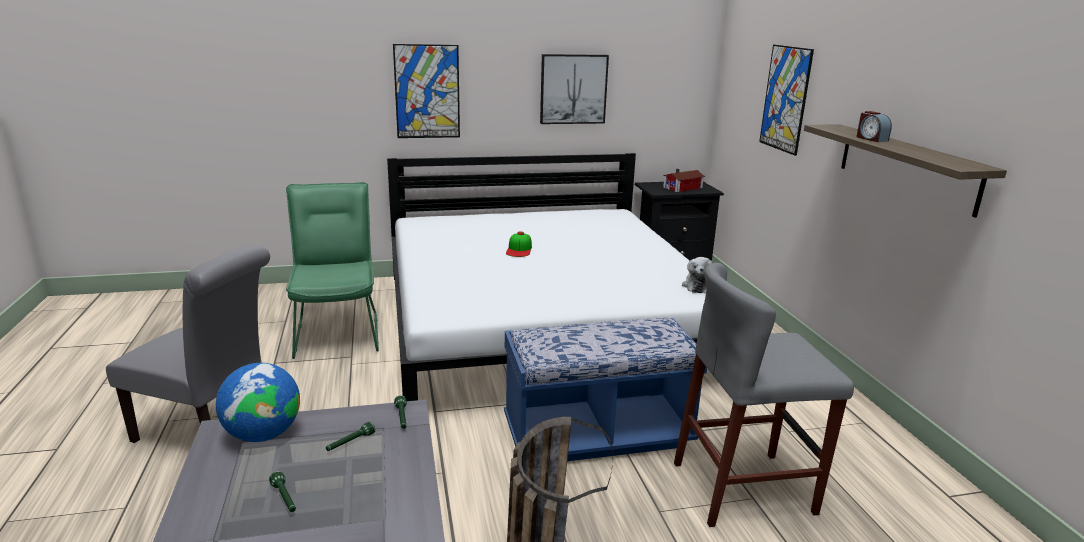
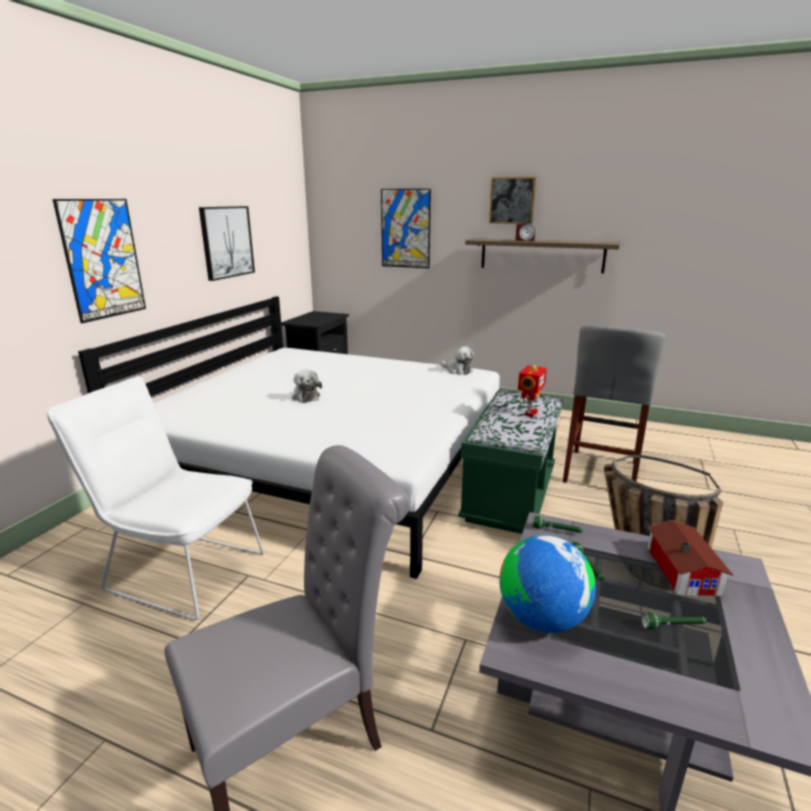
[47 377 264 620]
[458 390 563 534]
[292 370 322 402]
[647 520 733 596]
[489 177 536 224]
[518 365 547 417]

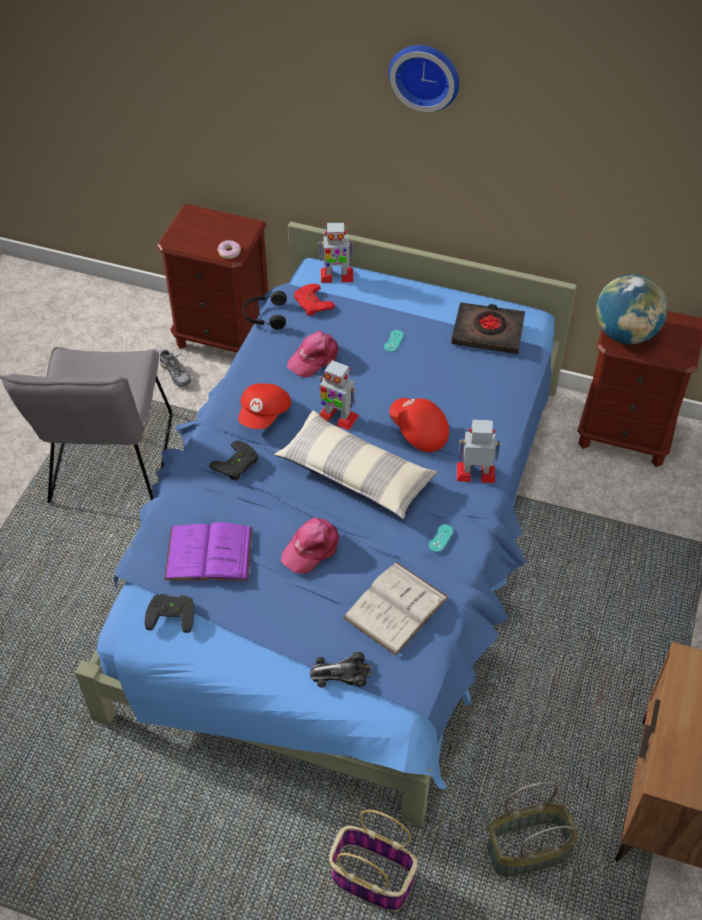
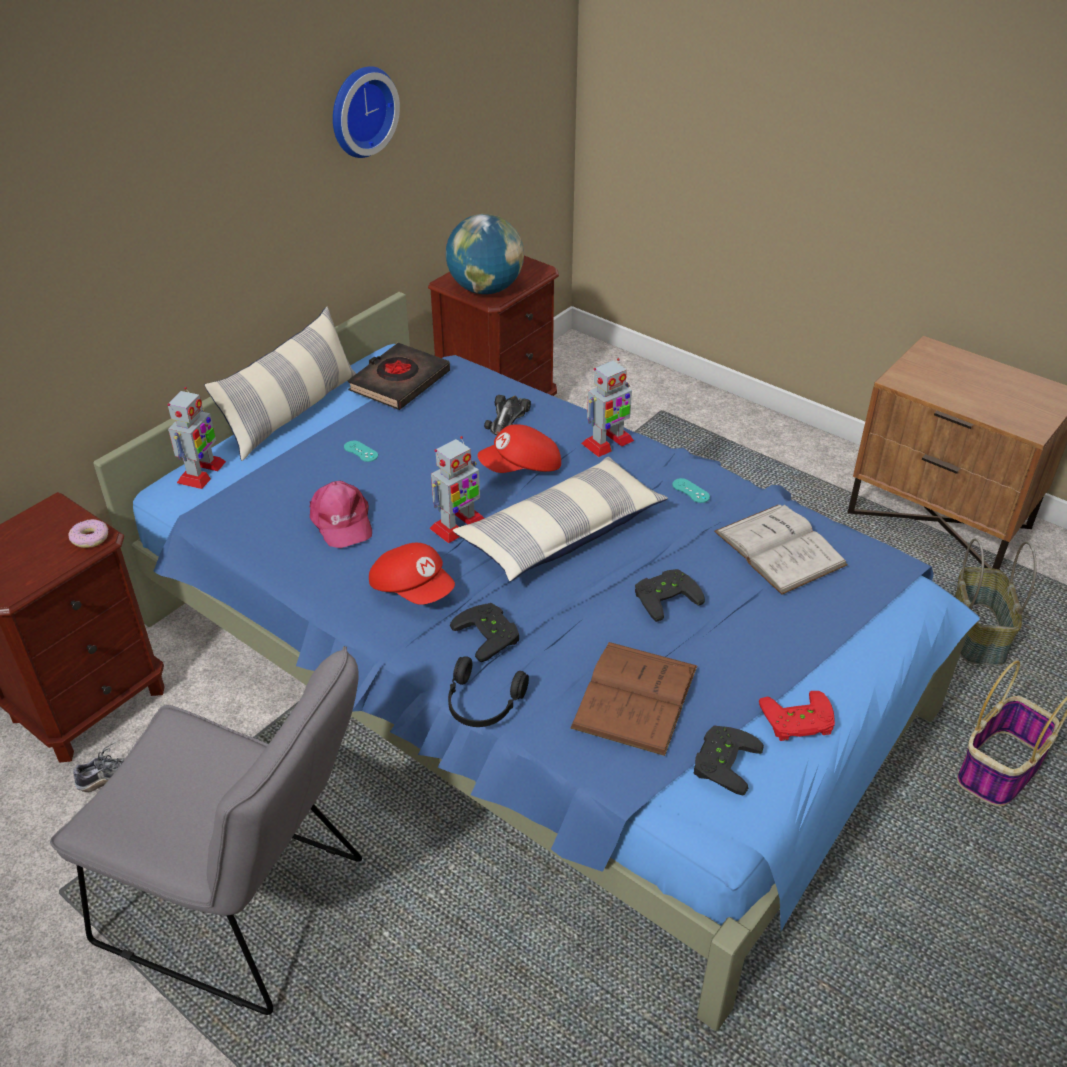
[570 642 697 756]
[448 656 529 727]
[635 569 705 622]
[759 691 835 741]
[484 395 531 435]
[333 66 400 158]
[581 358 634 457]
[204 307 356 461]

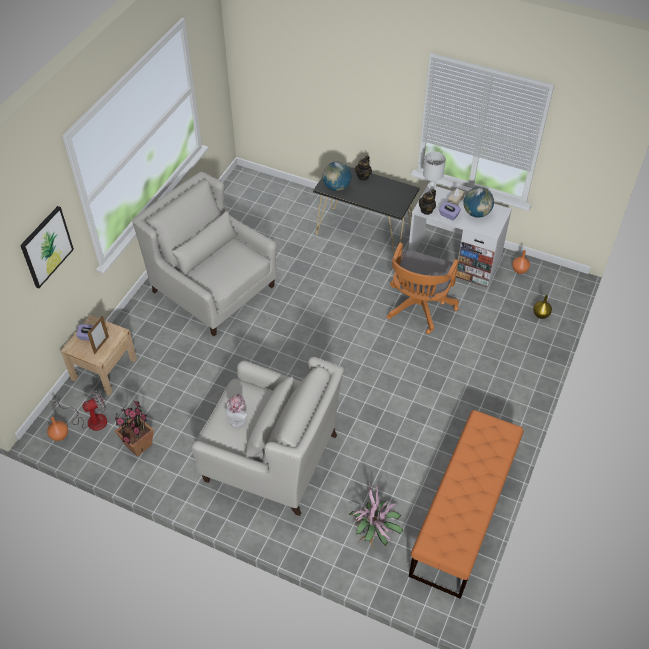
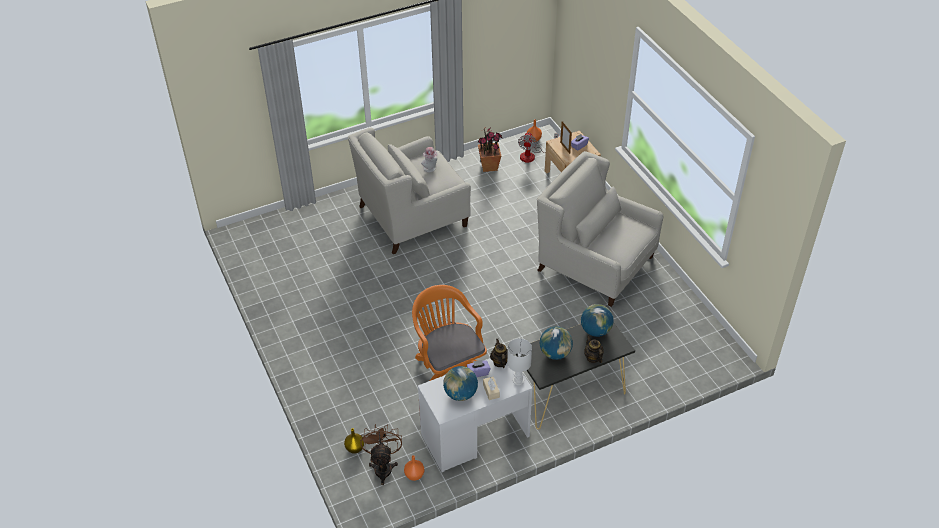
[20 206 74 288] (first image)
[537 151 663 307]
[349 483 403 550] (first image)
[409 410 524 599] (first image)
[360 424 402 485]
[540 326 573 360]

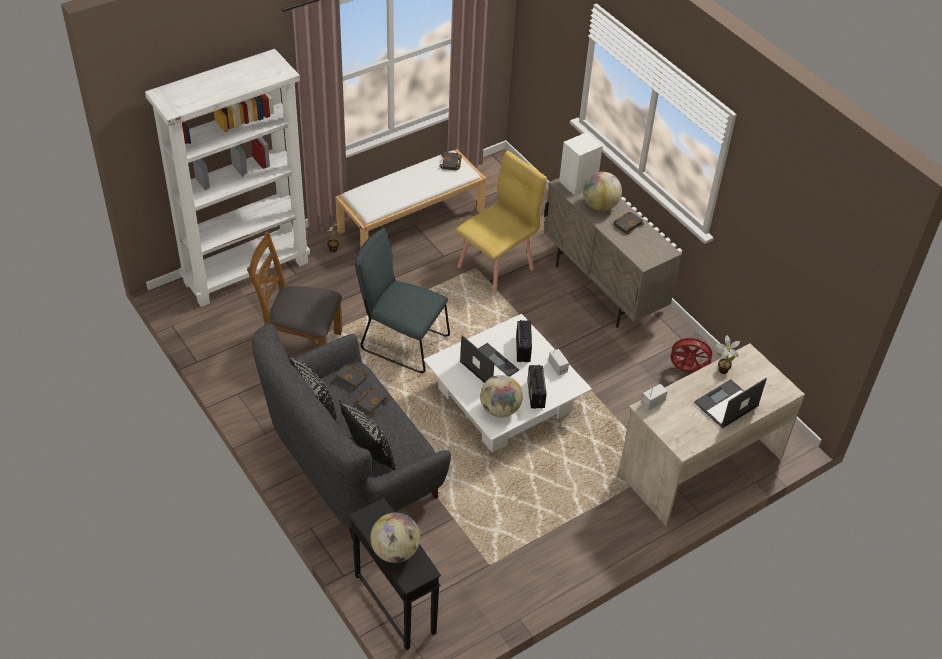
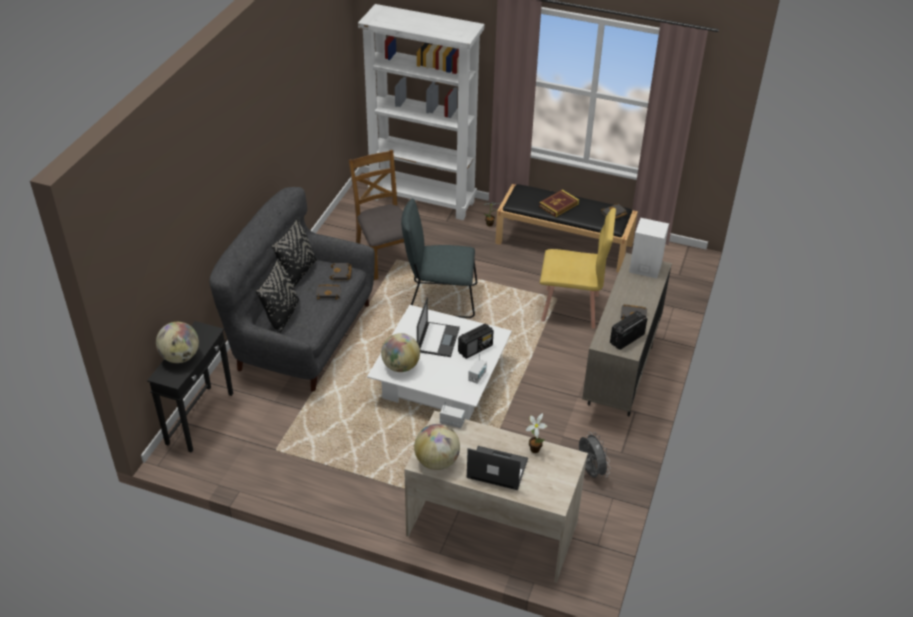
[495 184 638 272]
[401 198 477 318]
[610 311 647 350]
[414 424 460 470]
[579 432 610 478]
[539 189 579 217]

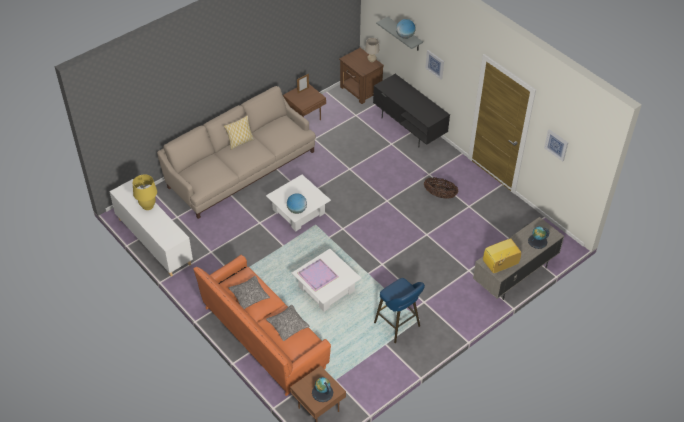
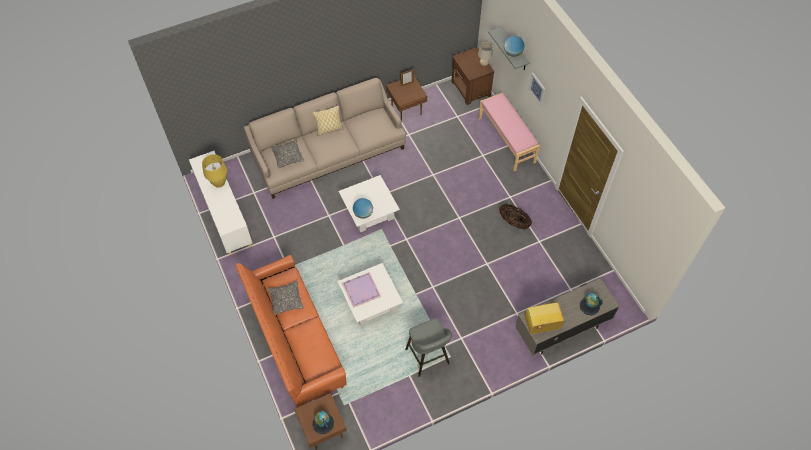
[271 140 305 168]
[478 93 540 171]
[405 318 452 377]
[544 129 568 161] (first image)

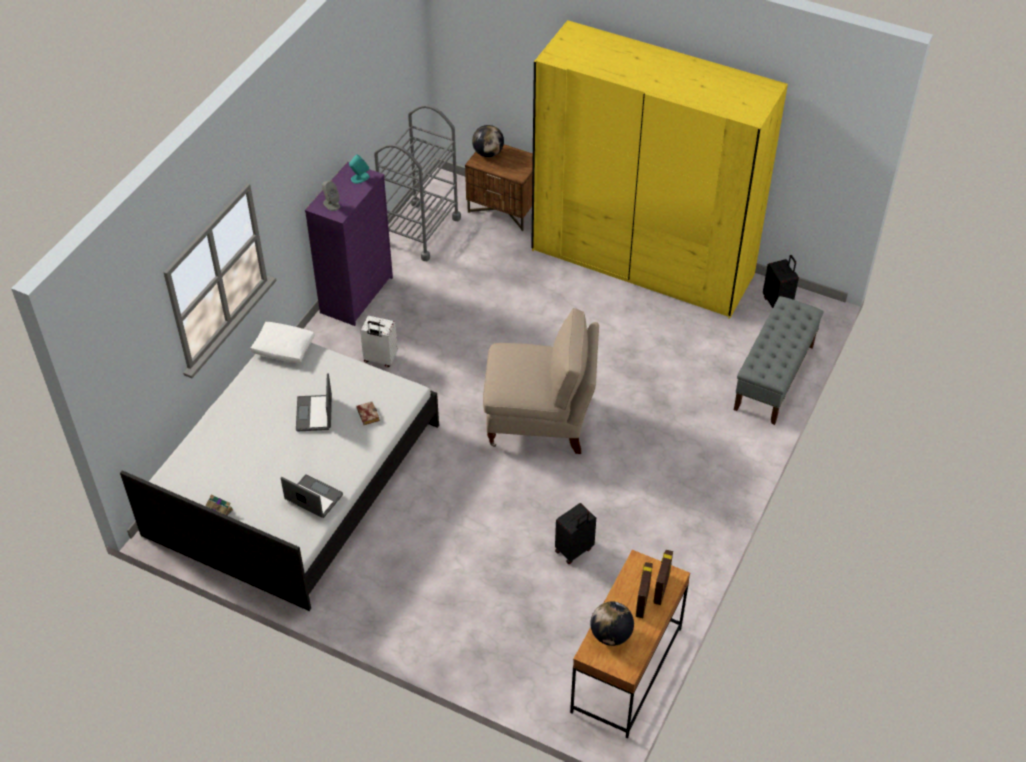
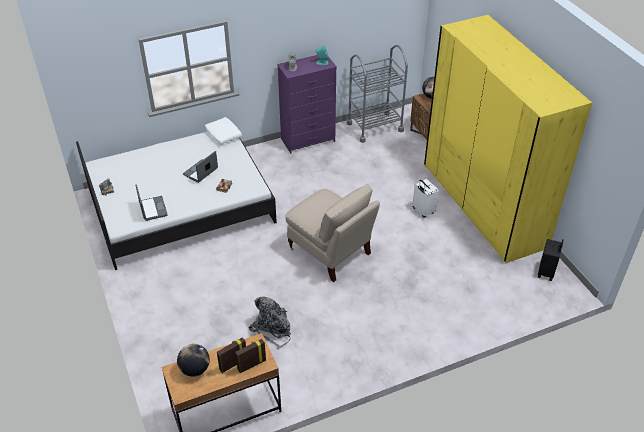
[412 179 439 218]
[249 297 291 350]
[734 296 824 425] (first image)

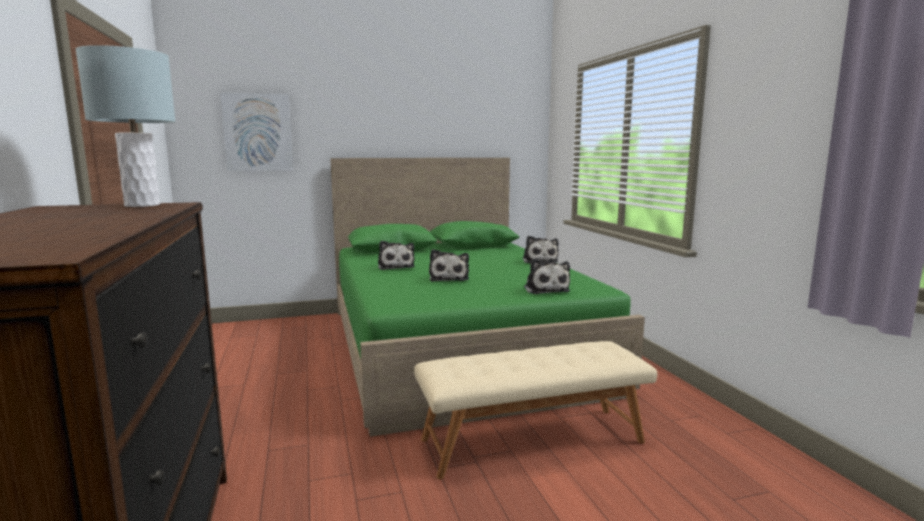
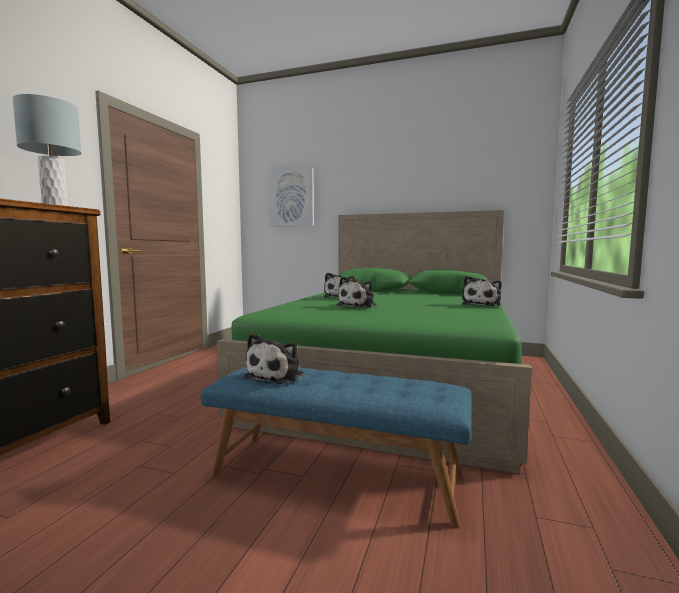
[200 367 471 528]
[243 333 305 384]

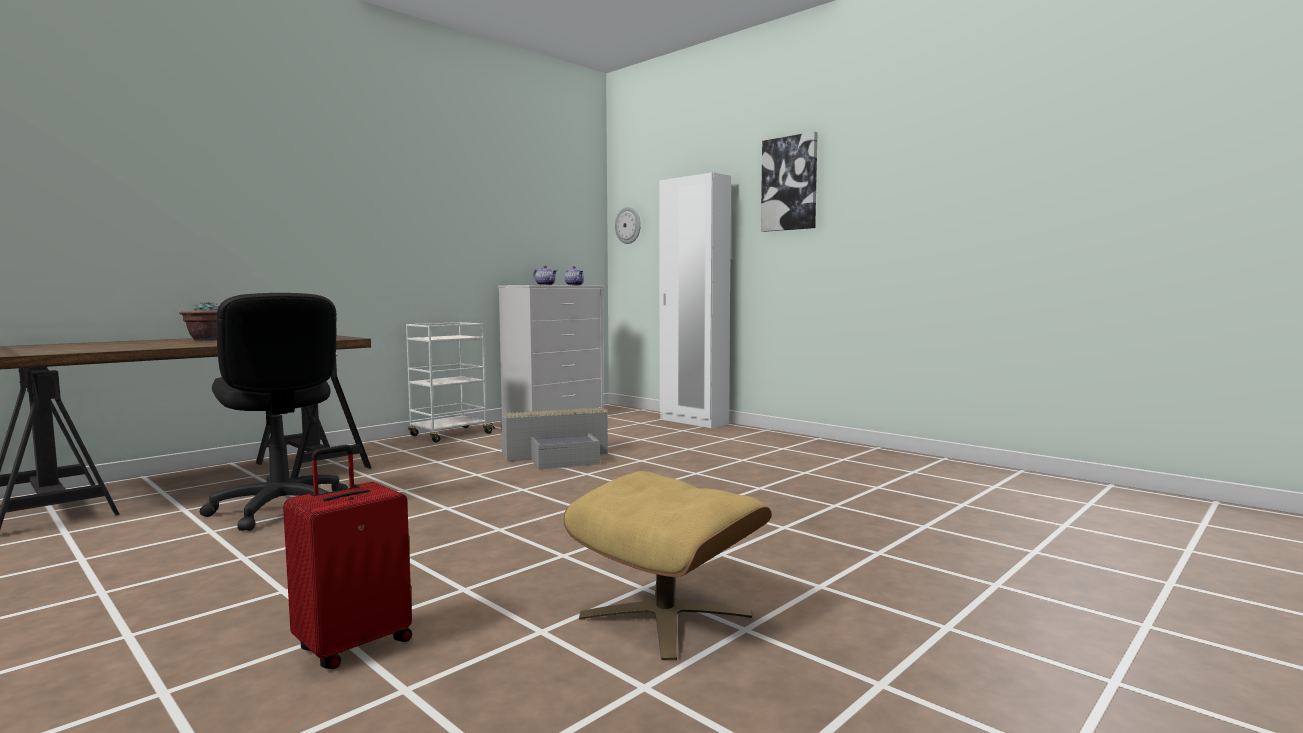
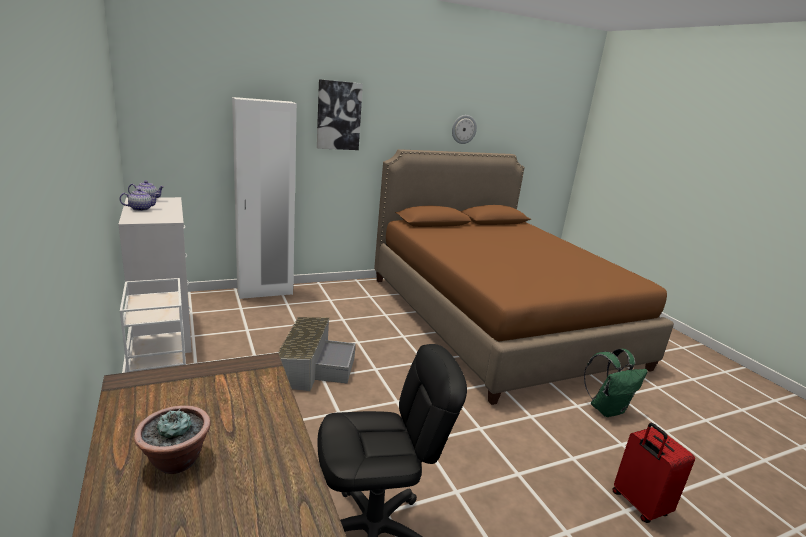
[584 349 648 417]
[452 115 477 144]
[374 149 674 405]

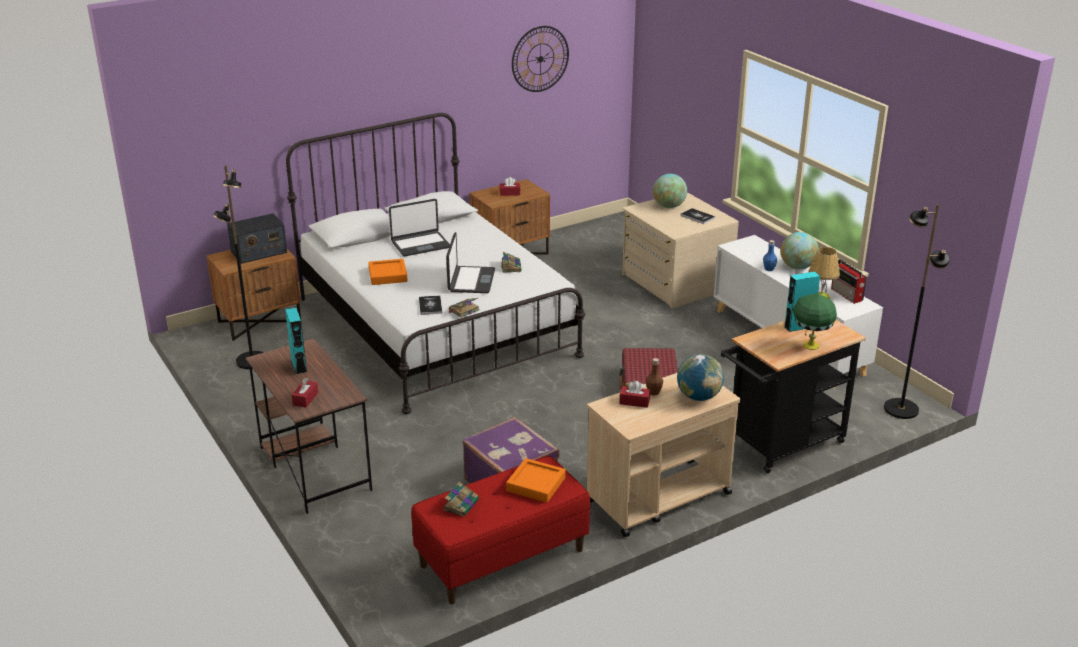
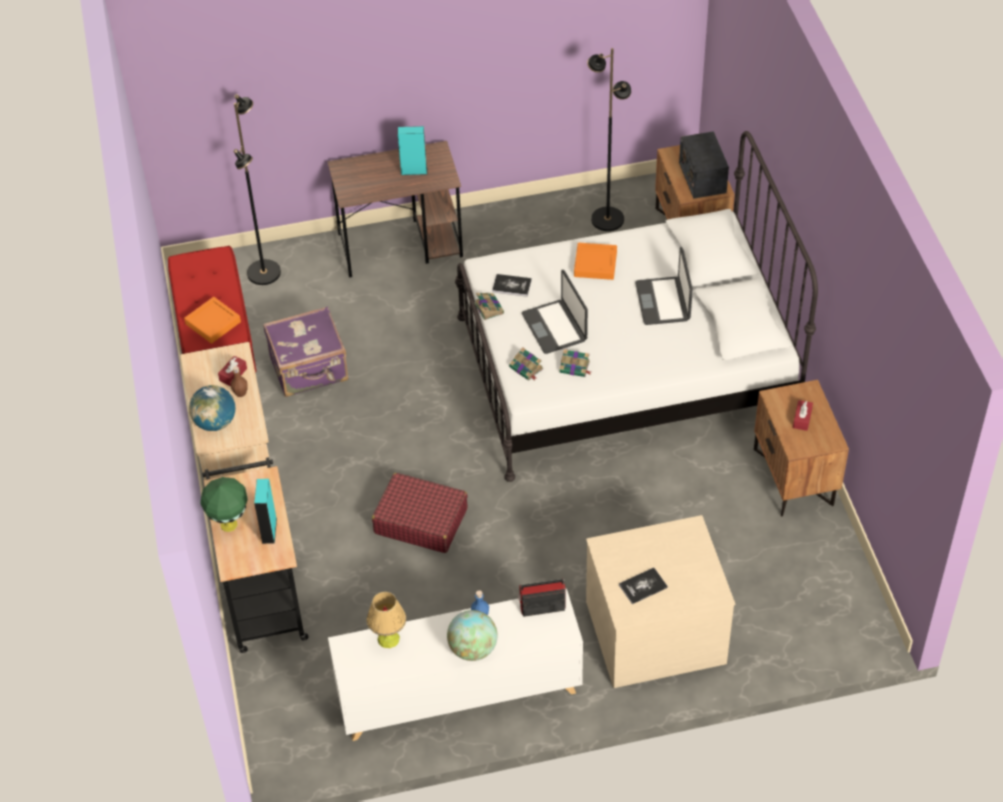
[292 378 318 408] (first image)
[509 347 543 380]
[522 270 588 354]
[512 26 569 92] (first image)
[653 174 687 208] (first image)
[518 579 566 617]
[233 94 281 285]

